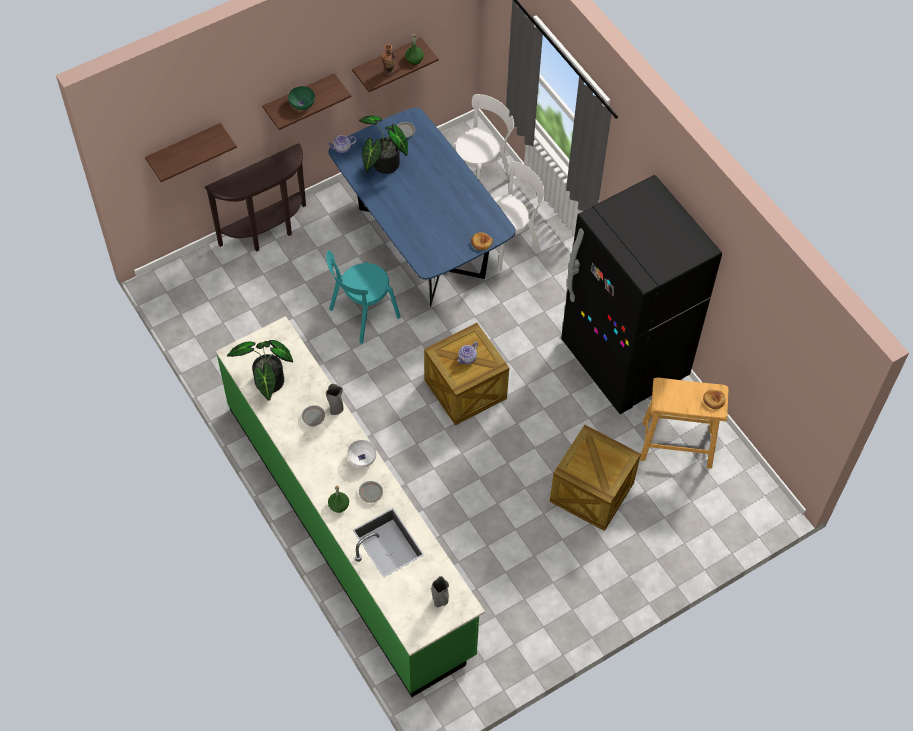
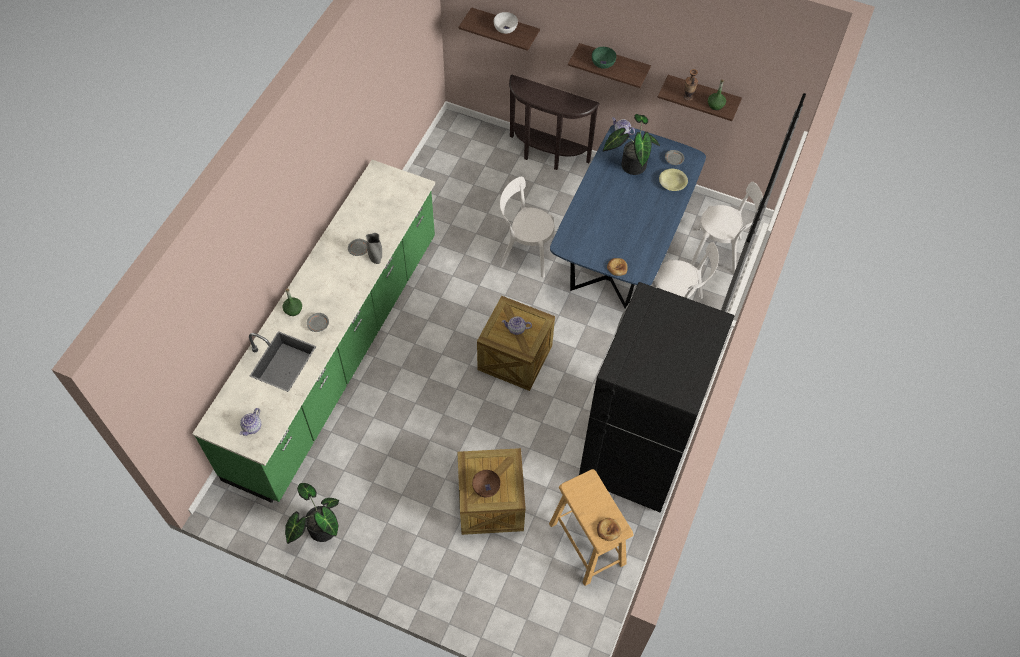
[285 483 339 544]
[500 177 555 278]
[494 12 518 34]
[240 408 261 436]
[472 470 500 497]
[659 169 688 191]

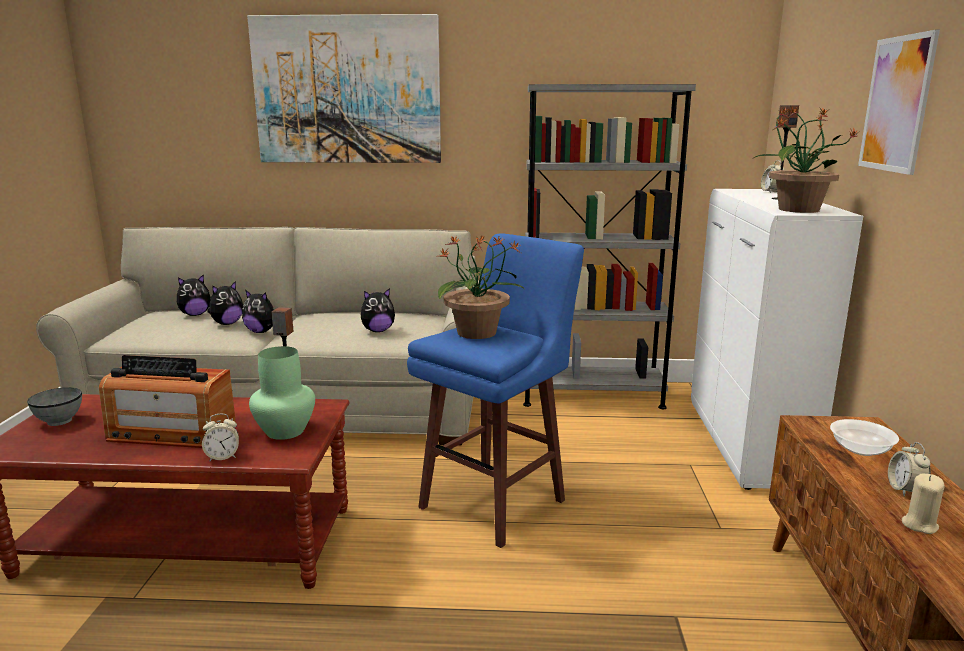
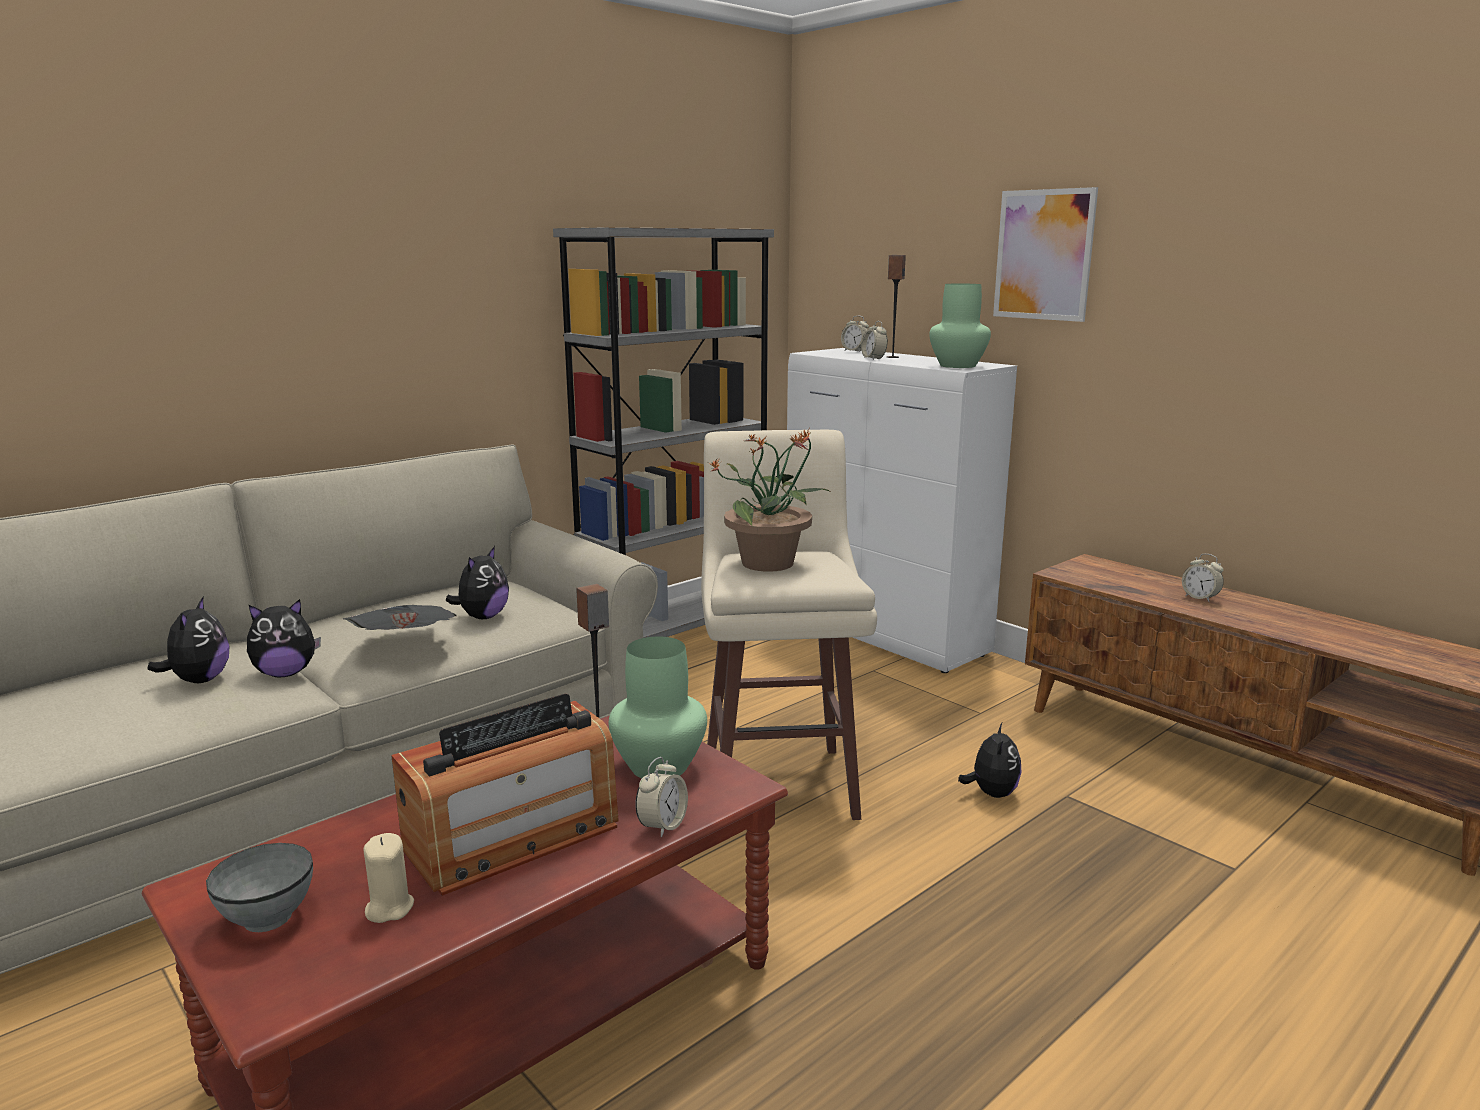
[958 723 1021 798]
[247 14 441 163] (first image)
[701 430 877 820]
[929 284 991 368]
[830 419 899 456] (first image)
[363 833 414 923]
[343 605 456 630]
[861 321 888 360]

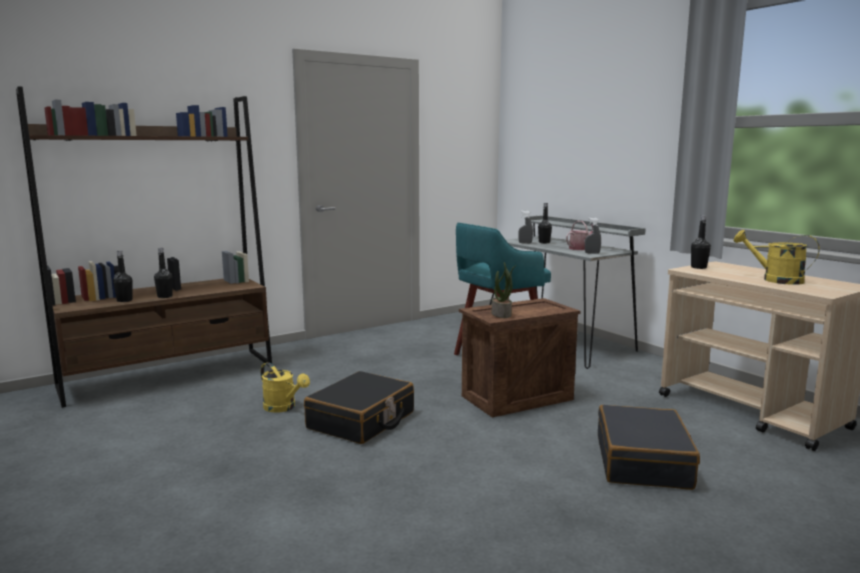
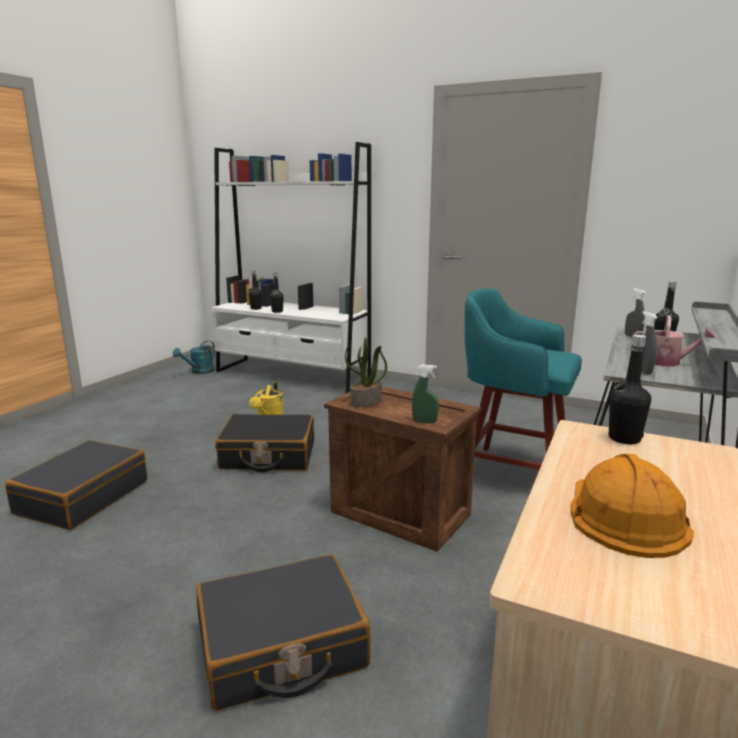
[211 142 371 393]
[571 454 694 558]
[5 440 147 530]
[173 341 215 374]
[412 365 439 424]

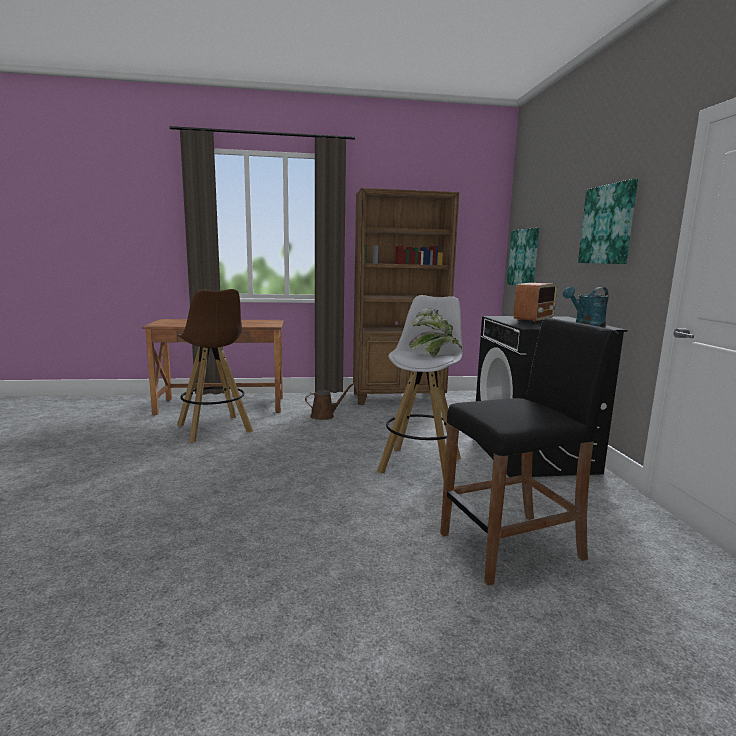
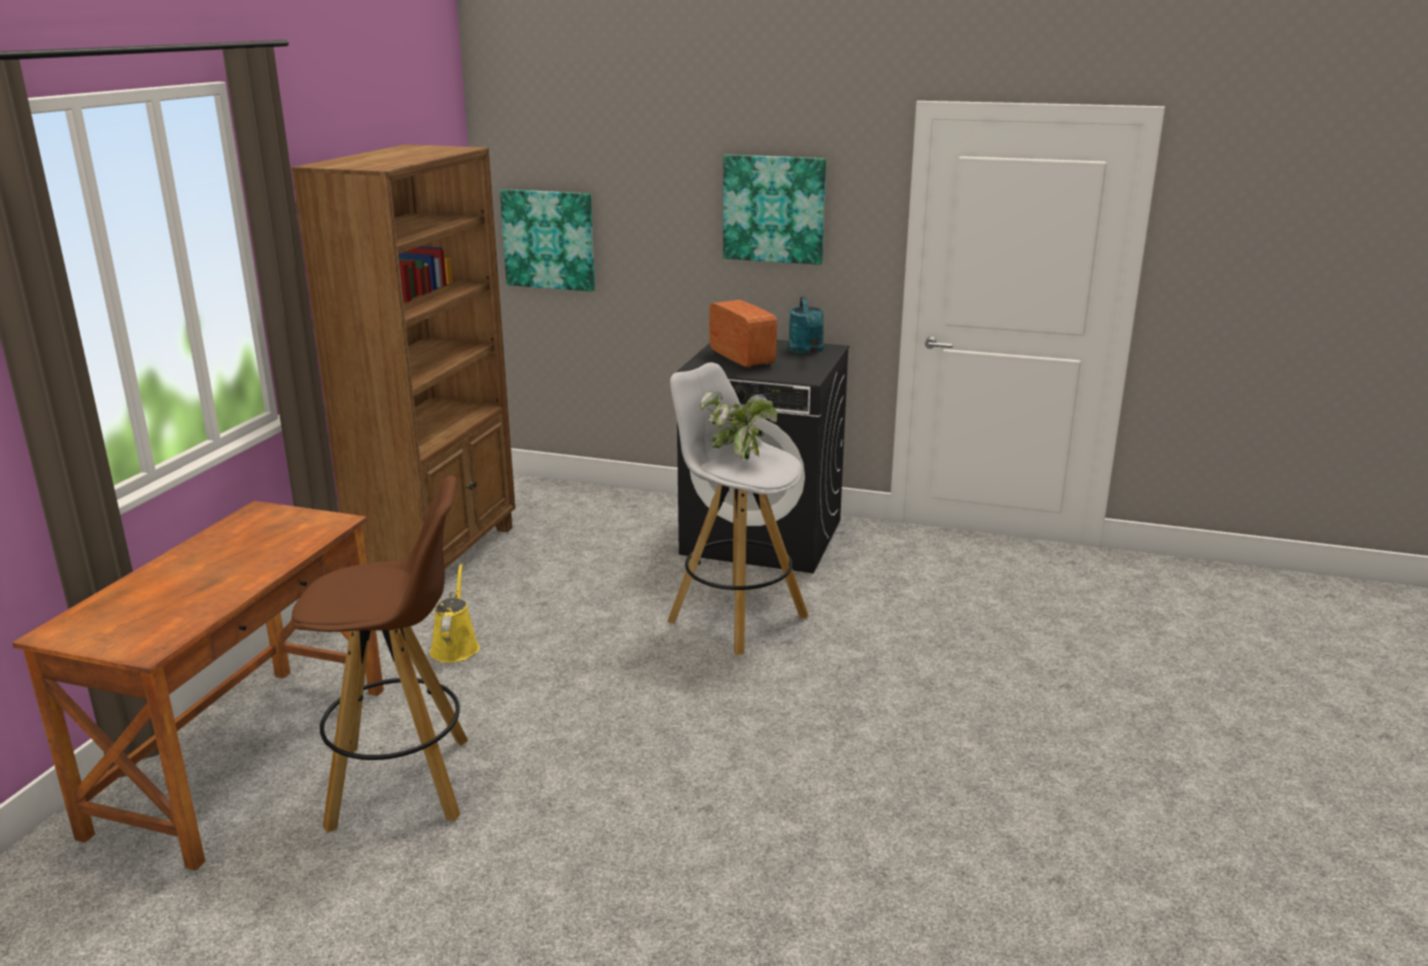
[430 564 479 663]
[440 317 618 586] (first image)

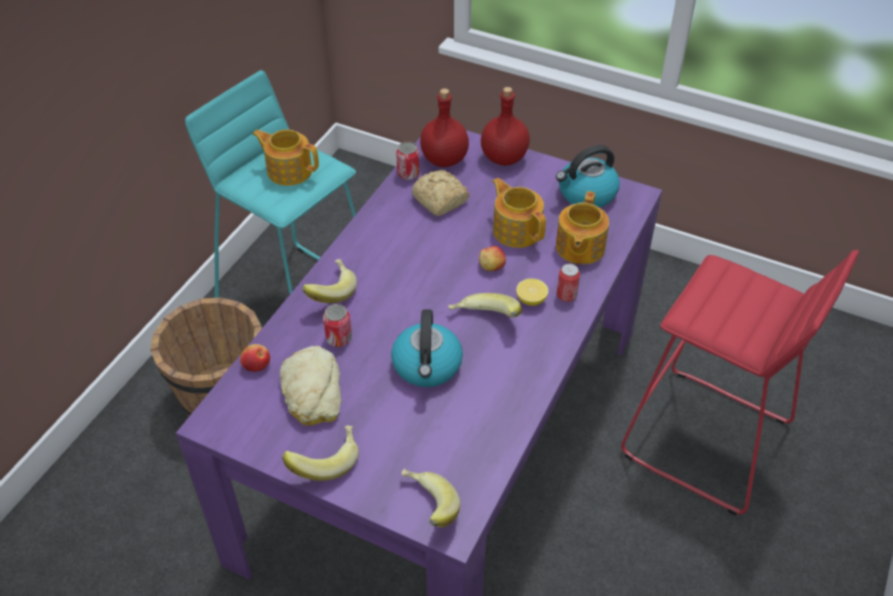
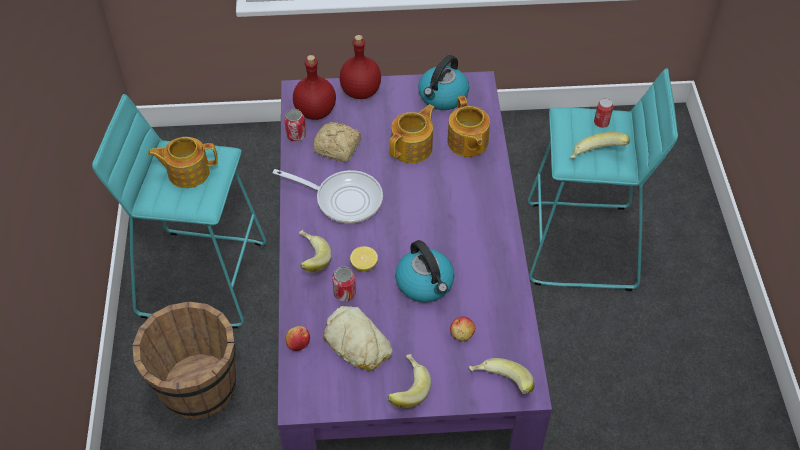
[570 132 630 159]
[450 316 475 341]
[389 104 435 163]
[350 246 378 271]
[594 98 613 128]
[528 68 678 291]
[273 169 383 224]

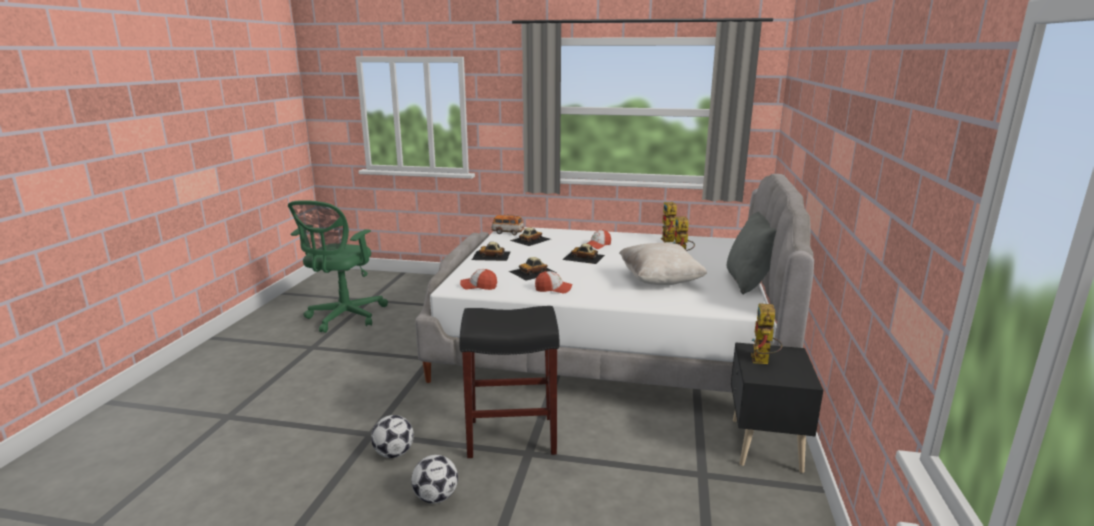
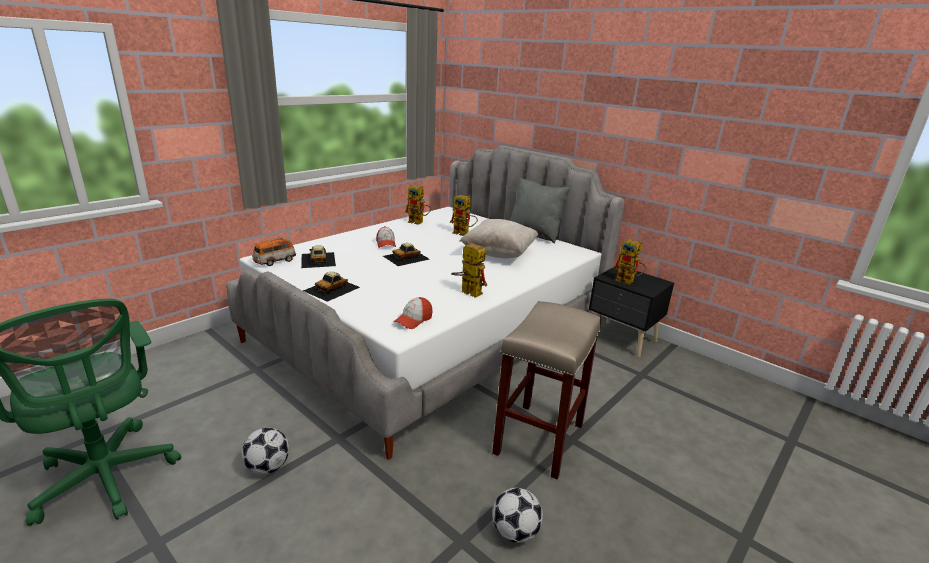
[241 427 289 474]
[492 301 601 479]
[509 257 557 281] (first image)
[451 241 487 298]

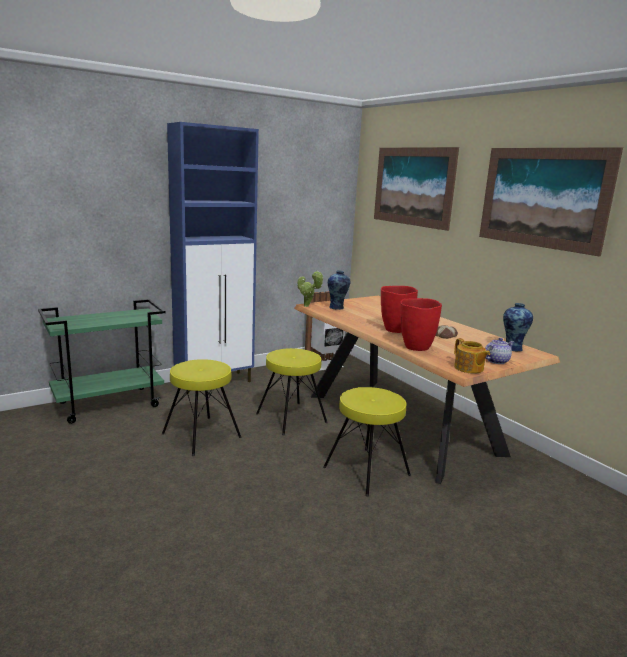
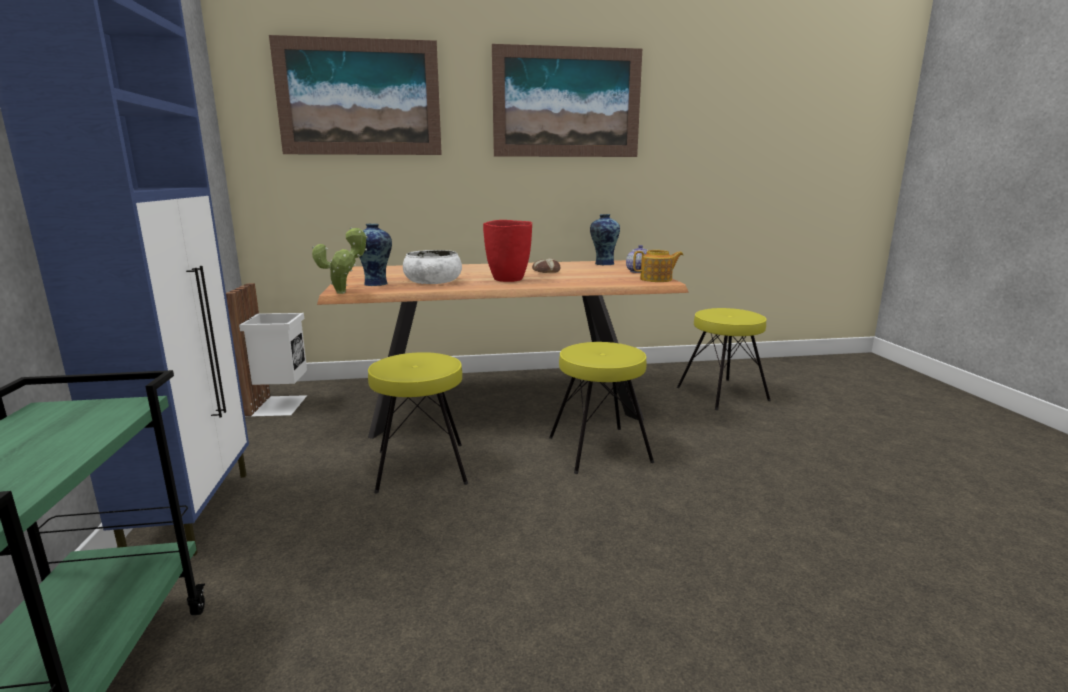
[677 308 771 410]
[400 298 442 351] (first image)
[403 250 462 284]

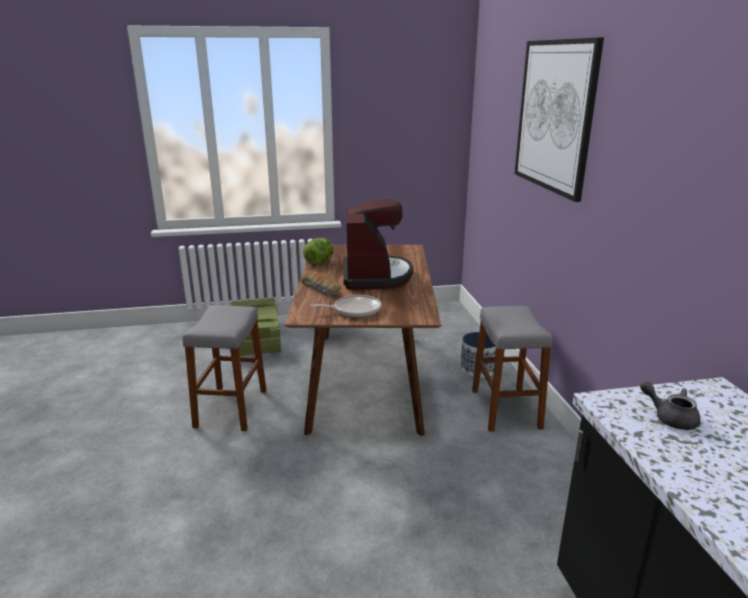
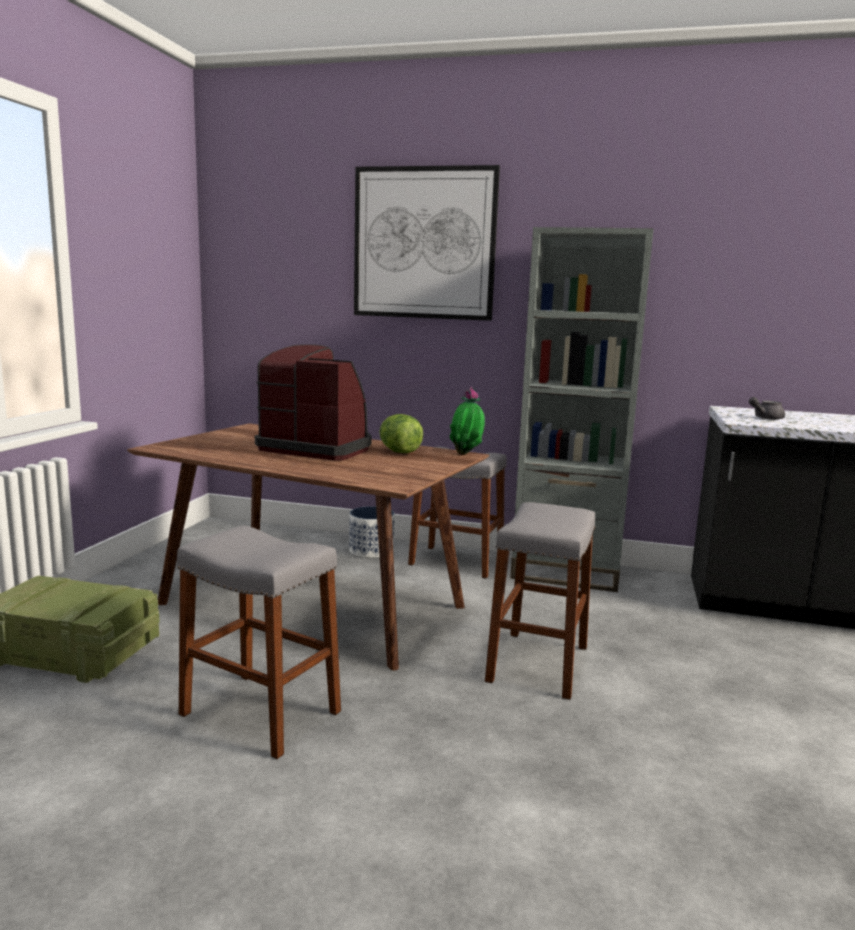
[300 271 341 296] (first image)
[380 414 423 453]
[311 295 381 318] (first image)
[450 387 485 455]
[485 502 596 700]
[510 227 654 592]

